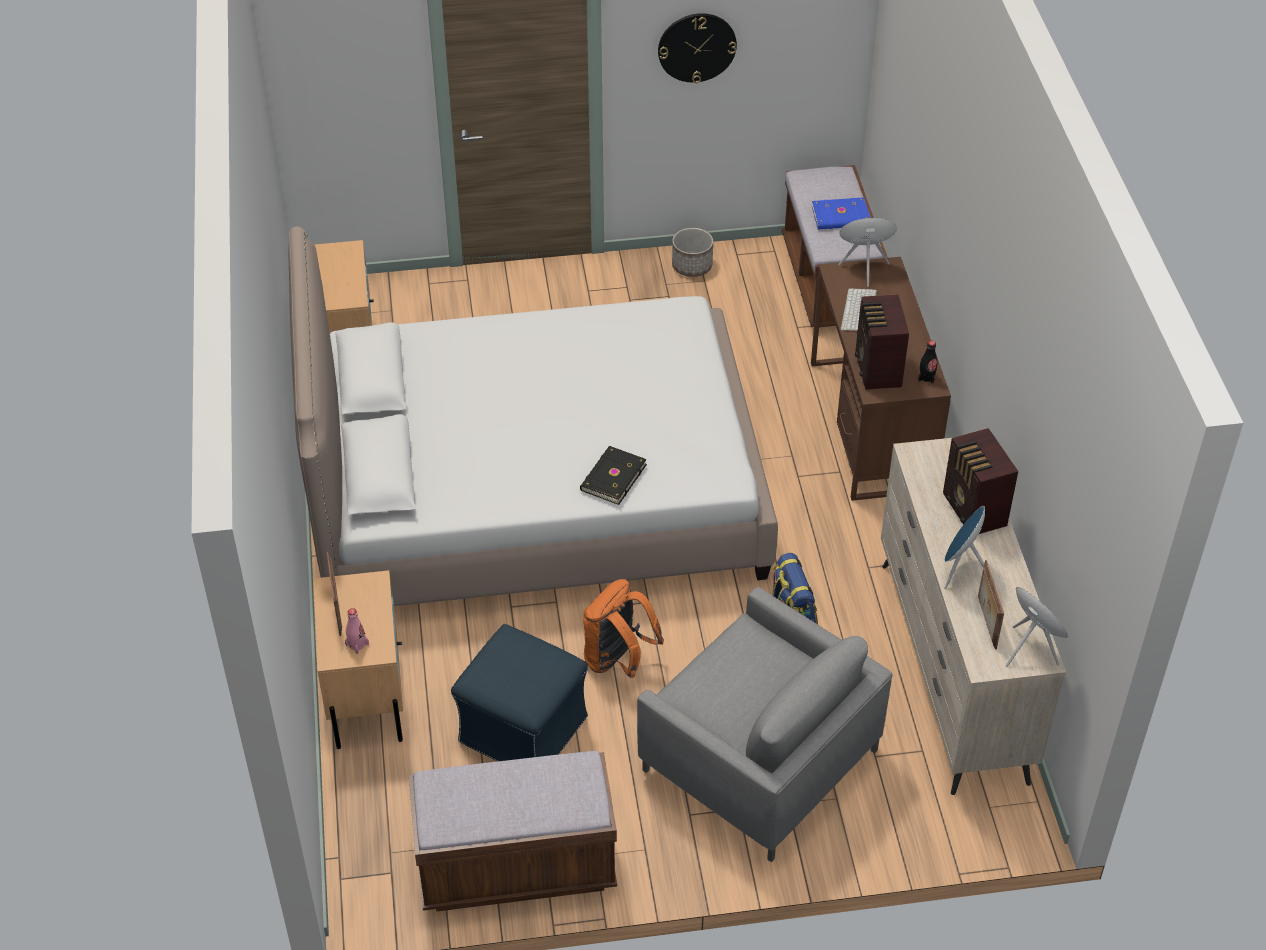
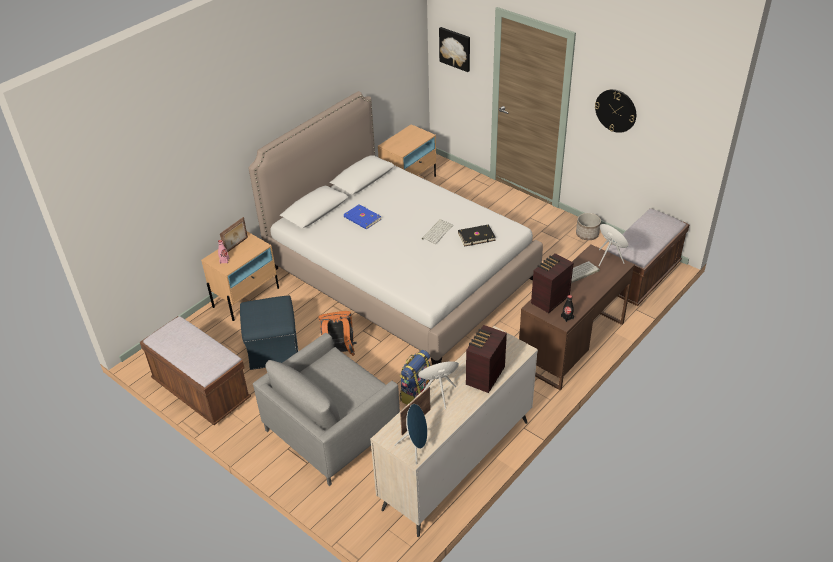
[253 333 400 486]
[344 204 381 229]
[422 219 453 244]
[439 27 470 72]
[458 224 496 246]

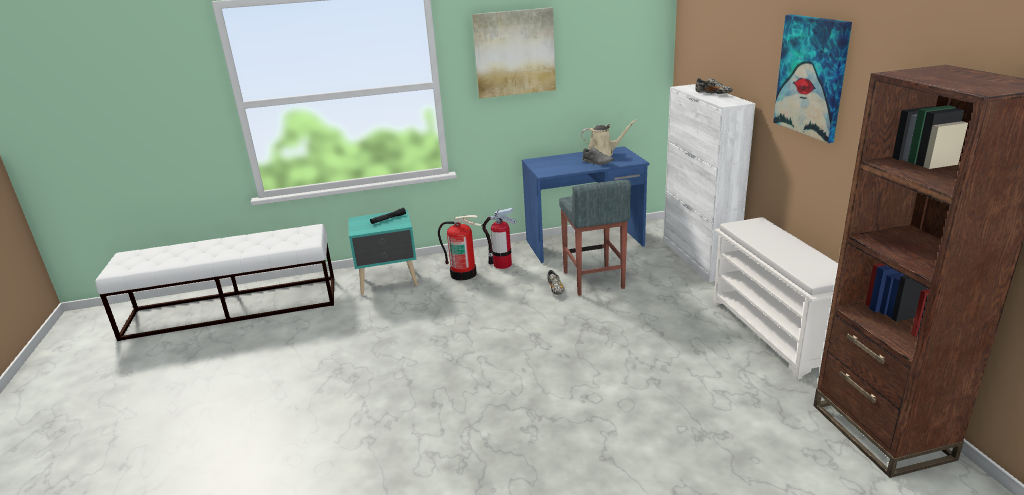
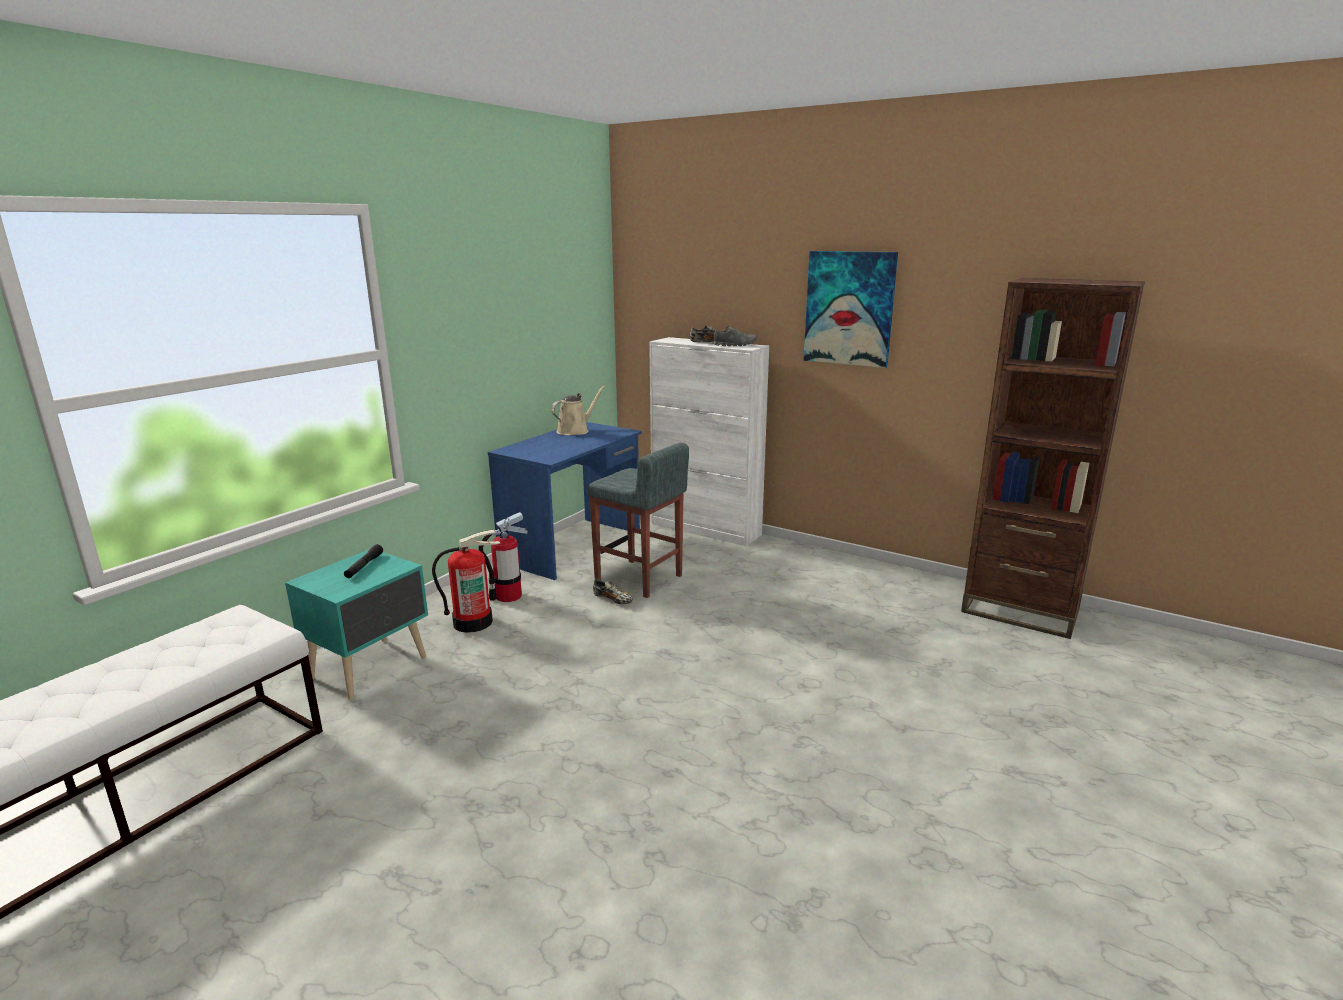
[713 325 757 346]
[472 7 556 98] (first image)
[713 217 838 379] (first image)

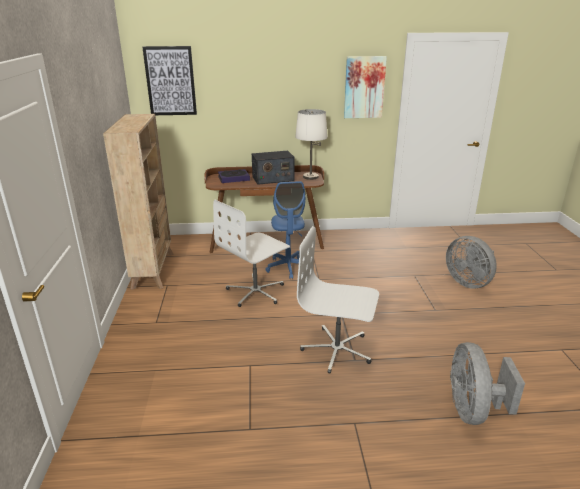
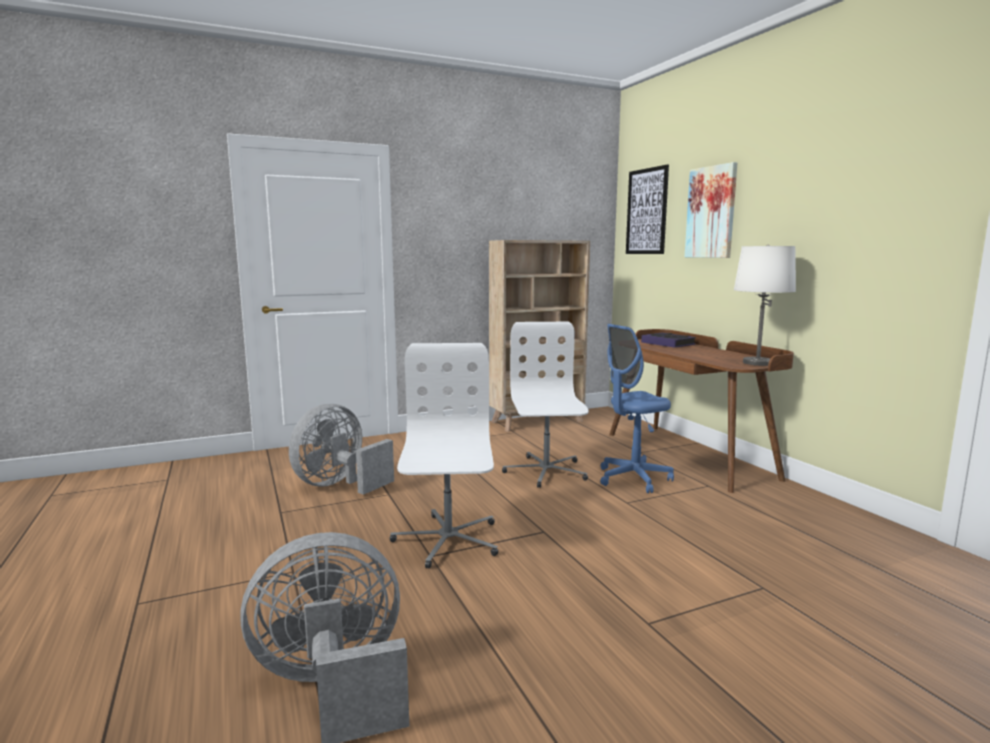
[289 404 394 495]
[502 322 589 488]
[685 162 737 258]
[252 151 294 185] (first image)

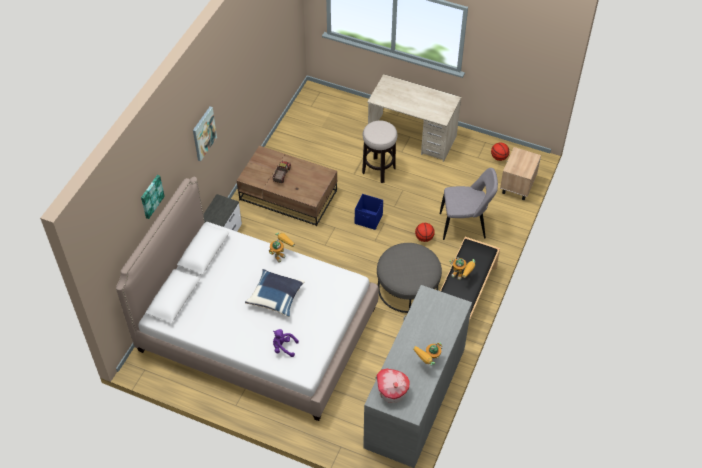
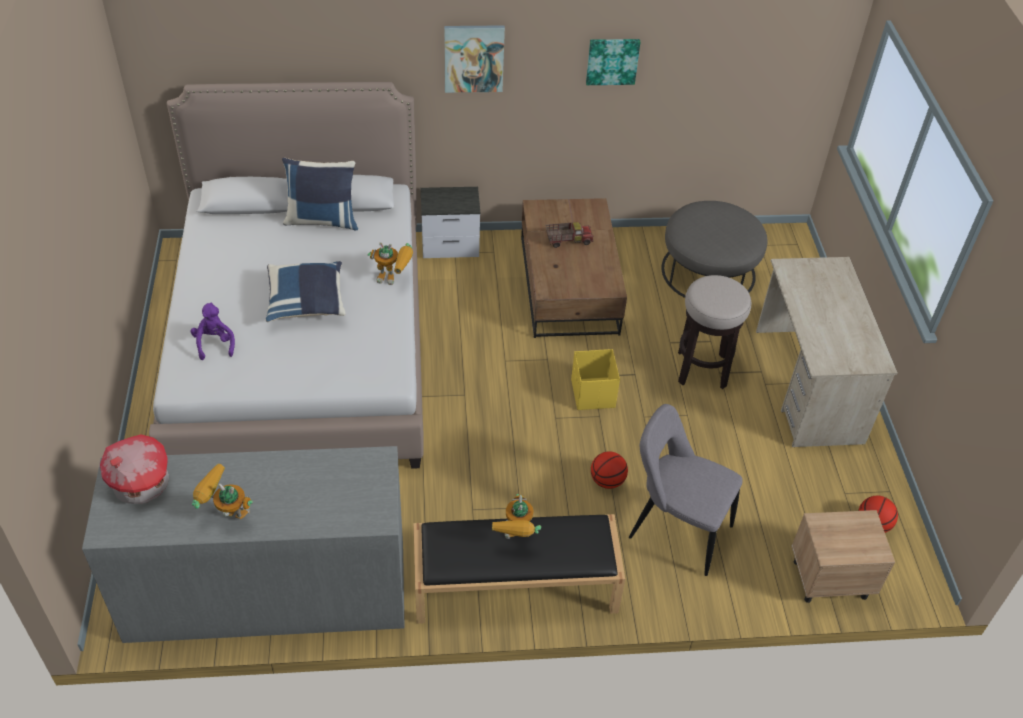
[282 158 358 230]
[571 349 620 410]
[586 39 640 85]
[629 404 743 576]
[661 201 767 298]

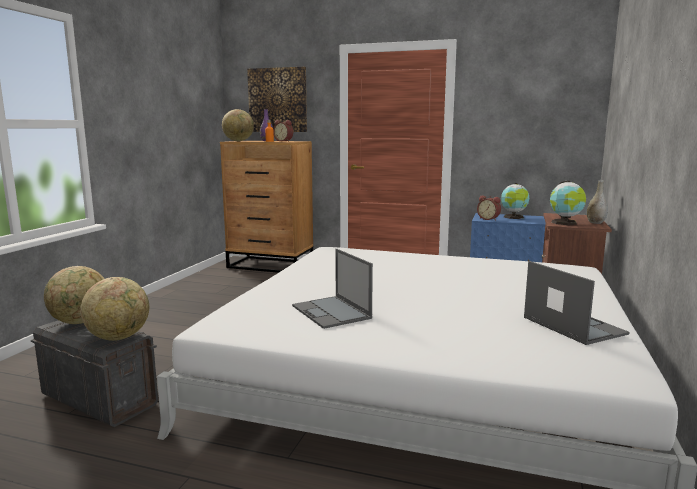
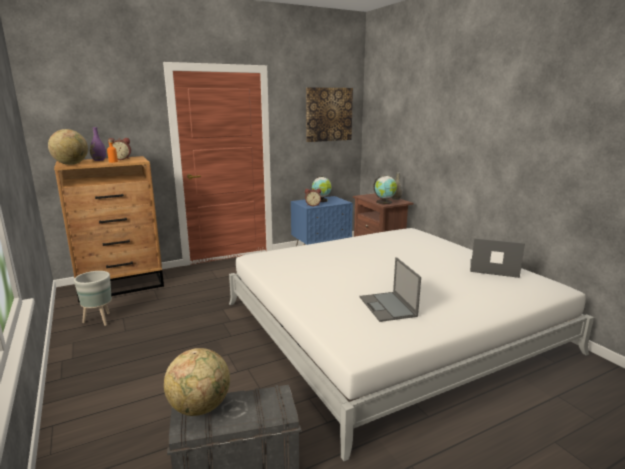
[74 271 112 326]
[306 87 353 142]
[360 257 421 322]
[80 277 149 341] (first image)

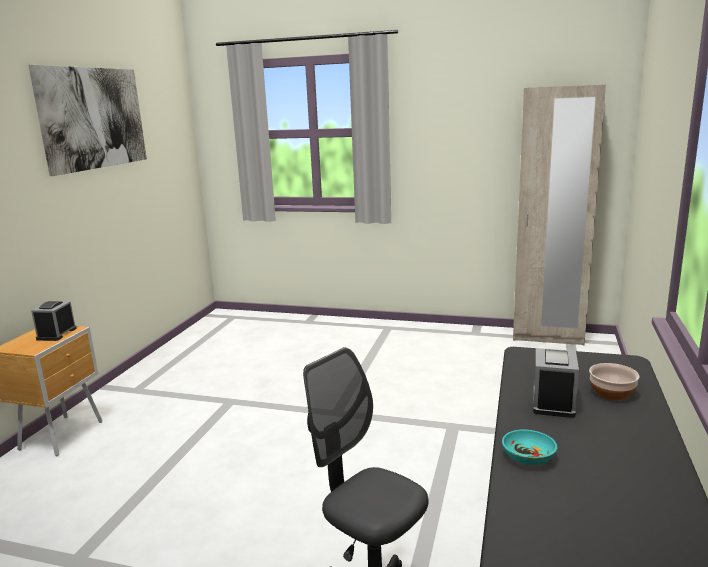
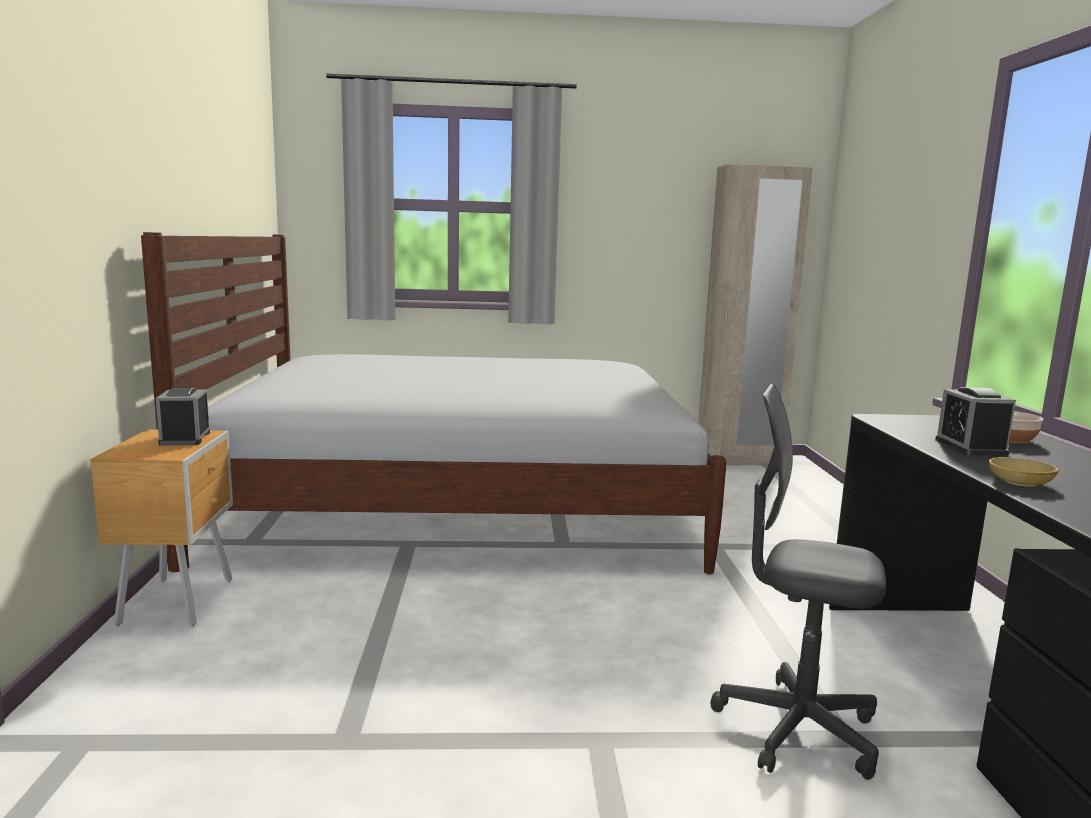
[141 232 727 574]
[989 457 1059 487]
[28 65 147 176] (first image)

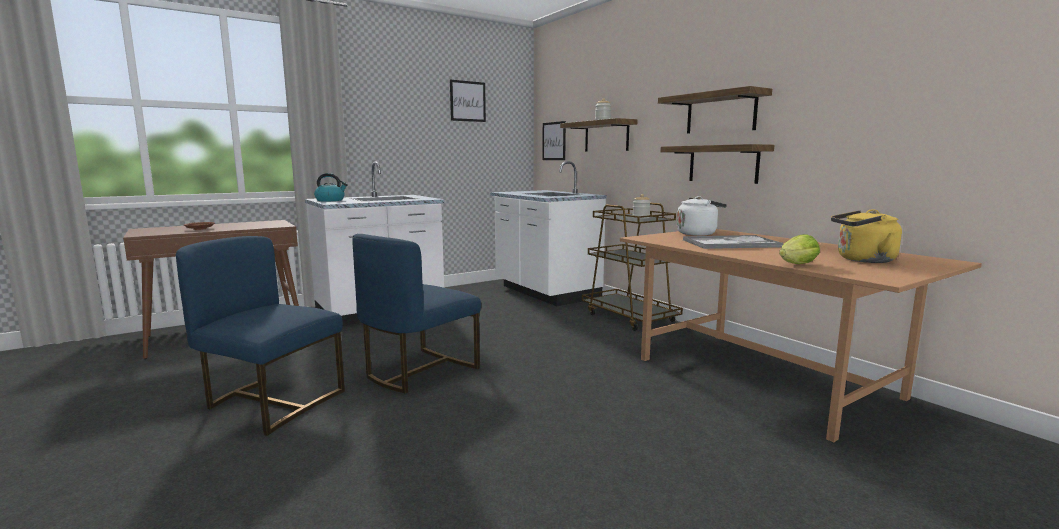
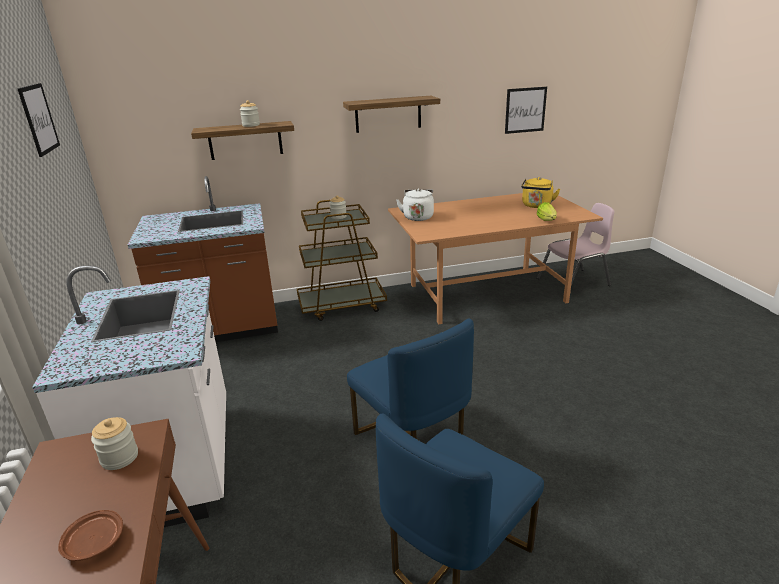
[91 417 138 470]
[128 176 278 342]
[505 87 547 134]
[537 203 615 286]
[314 173 348 201] (first image)
[660 144 774 184] (first image)
[683 235 783 249] (first image)

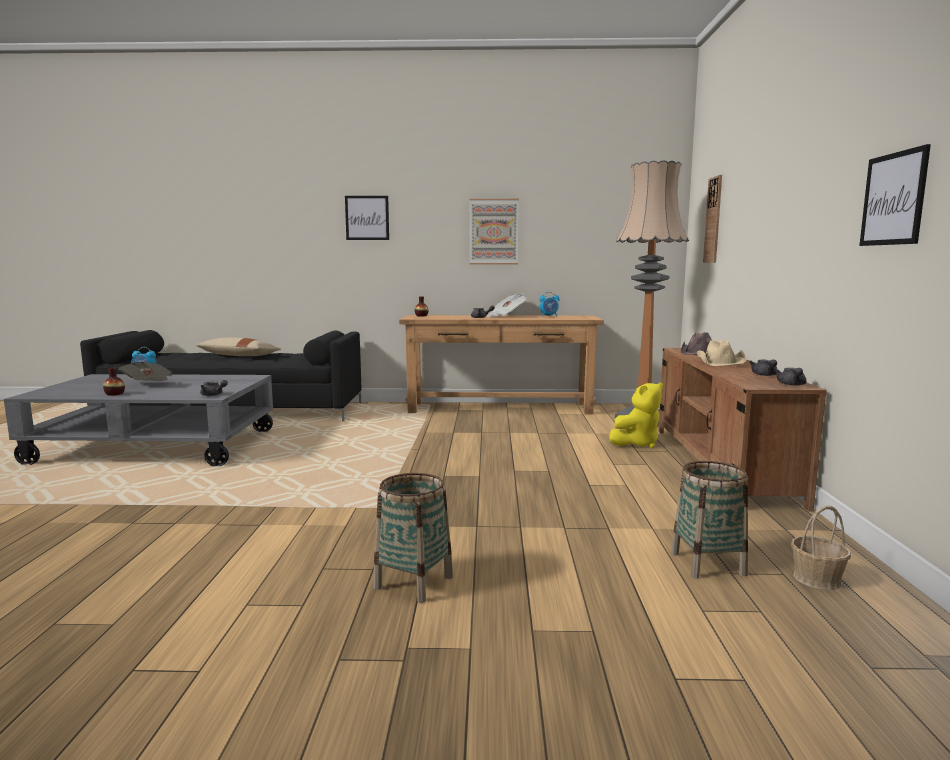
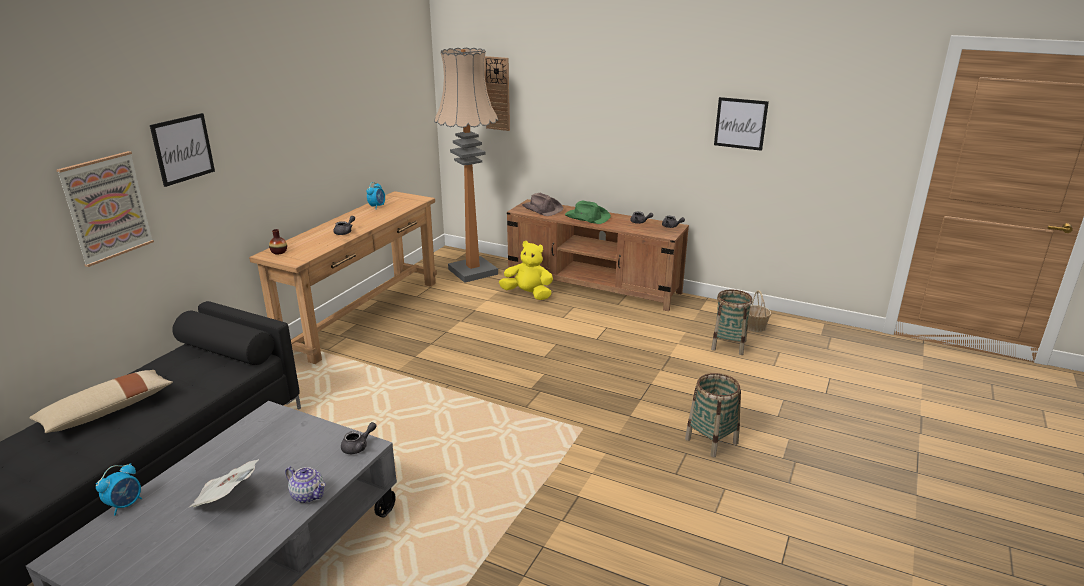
[56 151 154 267]
[285 466 326 503]
[499 241 553 300]
[565 201 611 224]
[103 368 125 396] (first image)
[487 293 526 317] (first image)

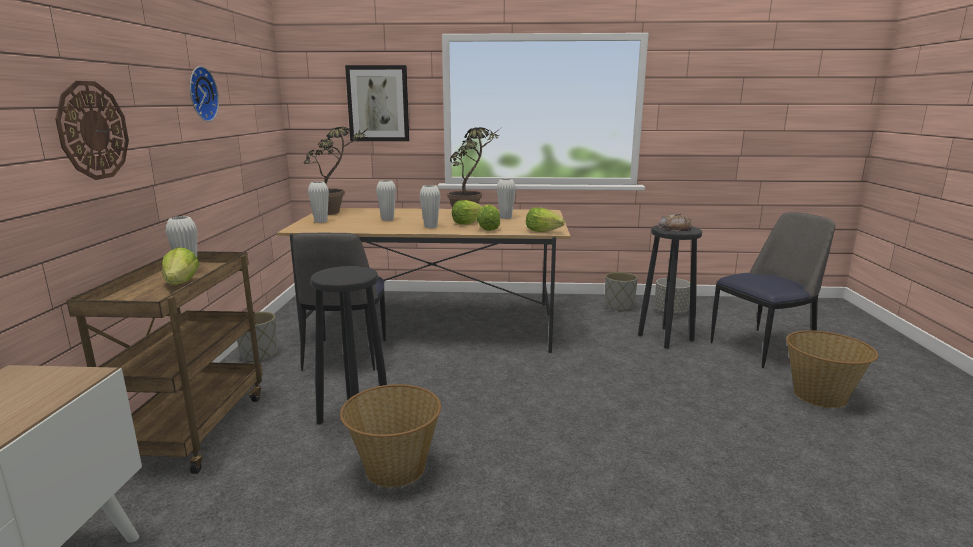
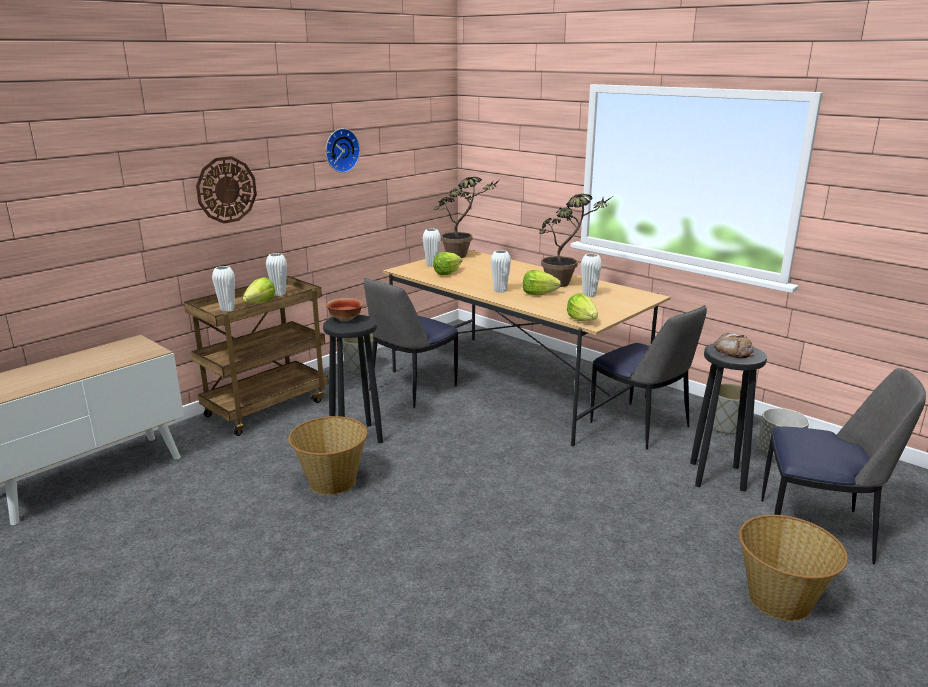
[212 266 235 311]
[326 298 363 322]
[433 252 462 275]
[590 305 707 450]
[345 65 409 141] (first image)

